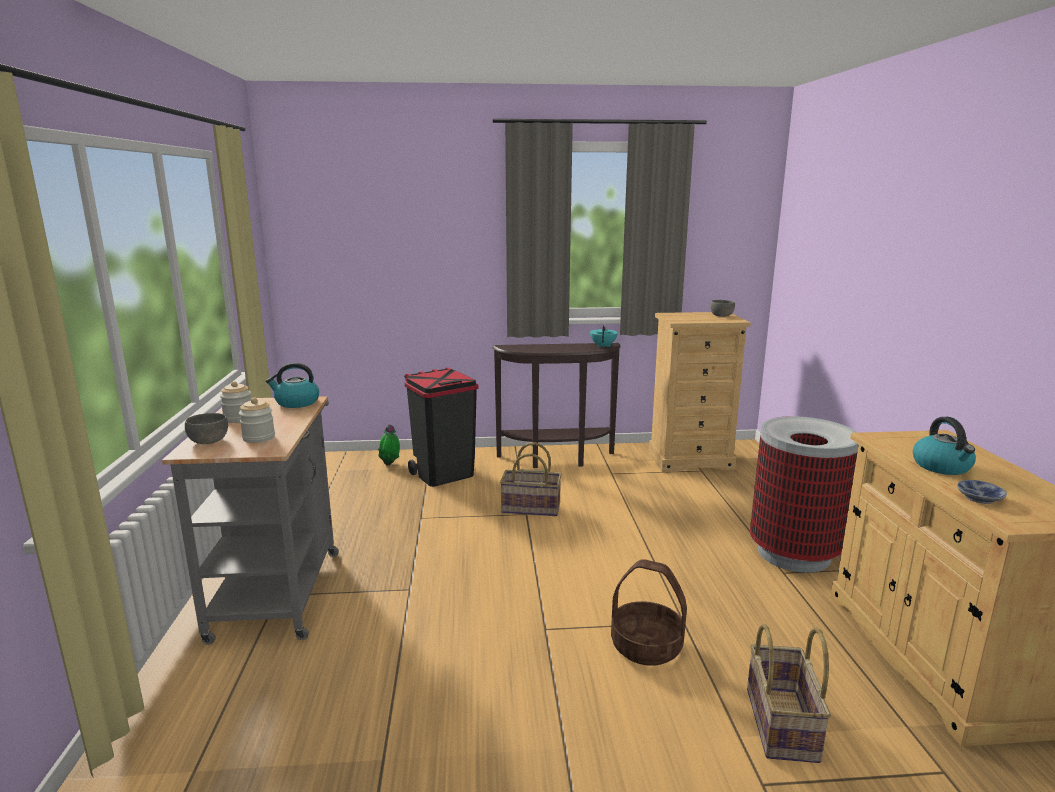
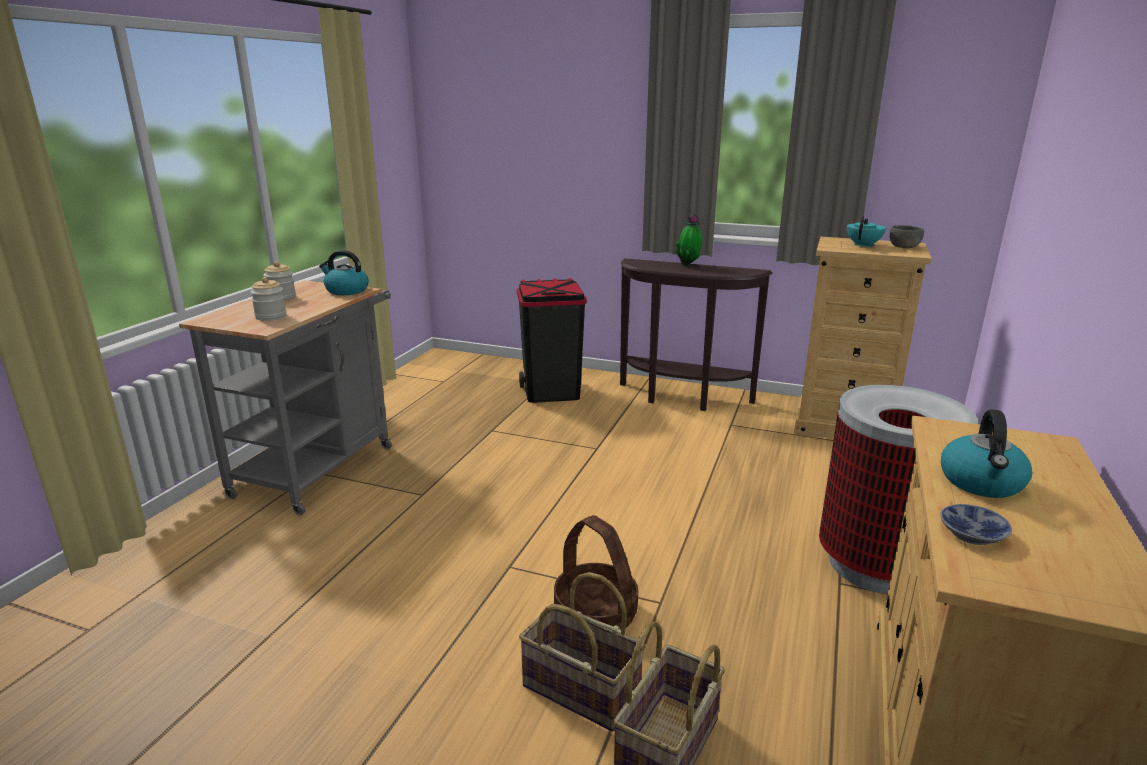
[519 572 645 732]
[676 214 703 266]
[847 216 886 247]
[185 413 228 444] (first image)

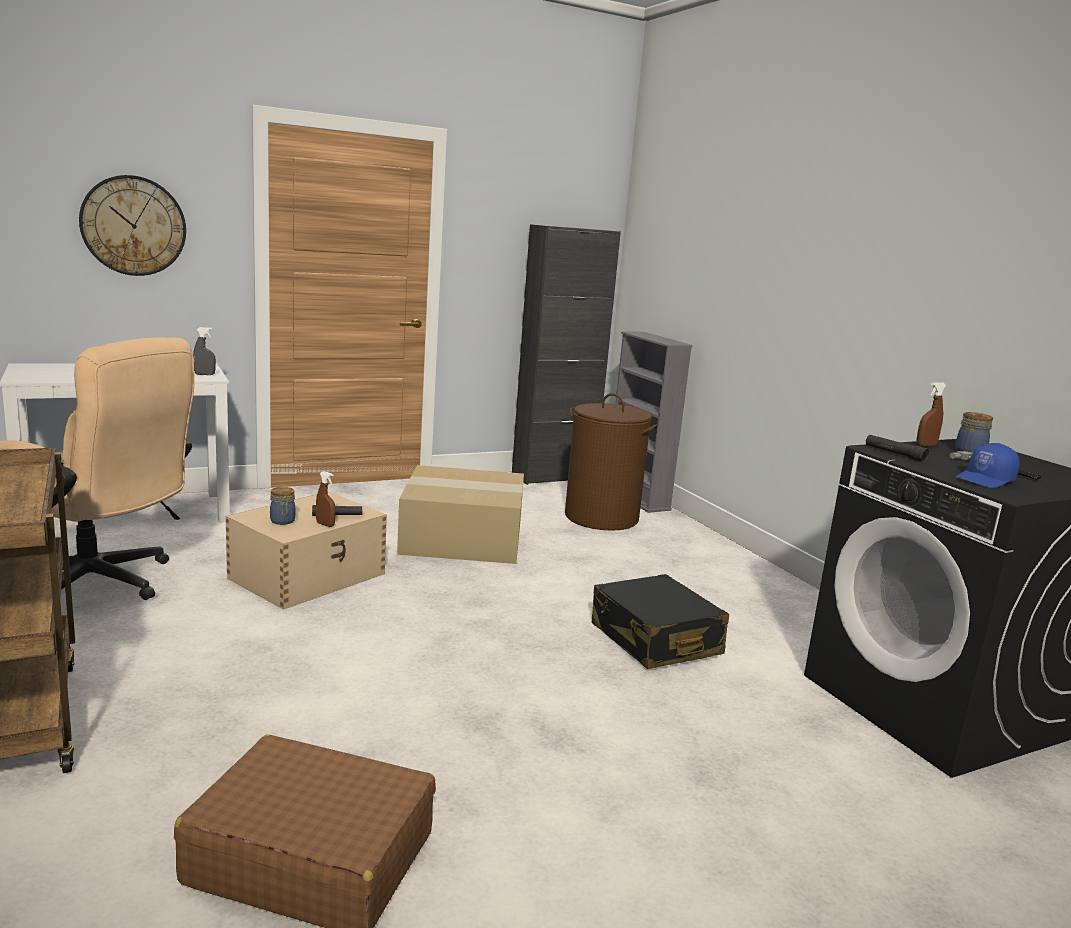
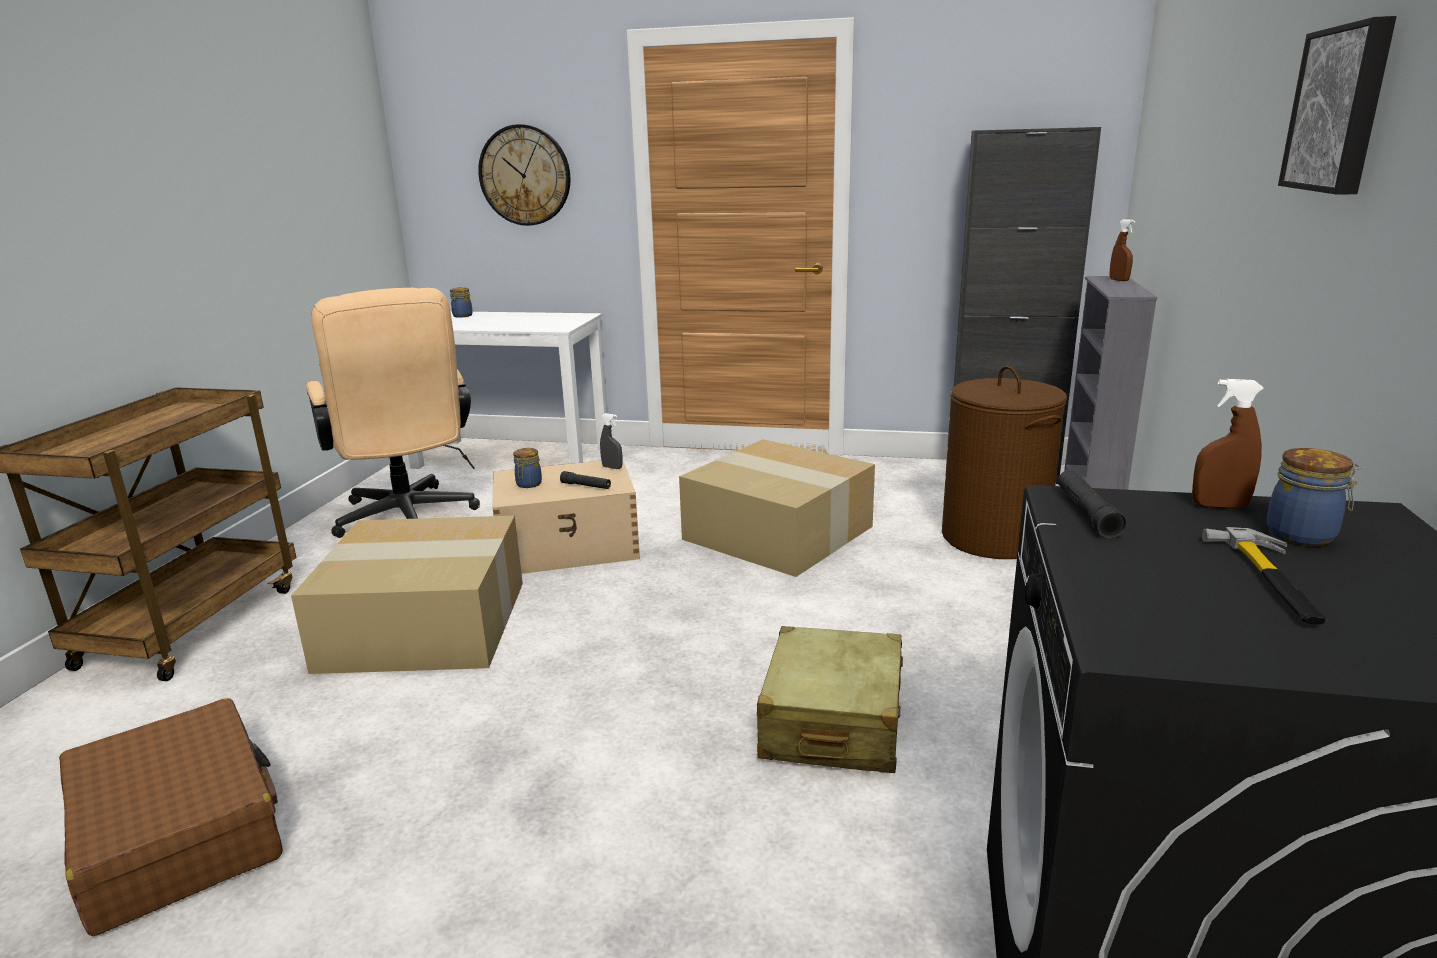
[291 516 523 674]
[450 287 473 318]
[600 413 622 469]
[757 626 903 773]
[1109 219 1135 281]
[1278 16 1396 195]
[956 443 1019 488] (first image)

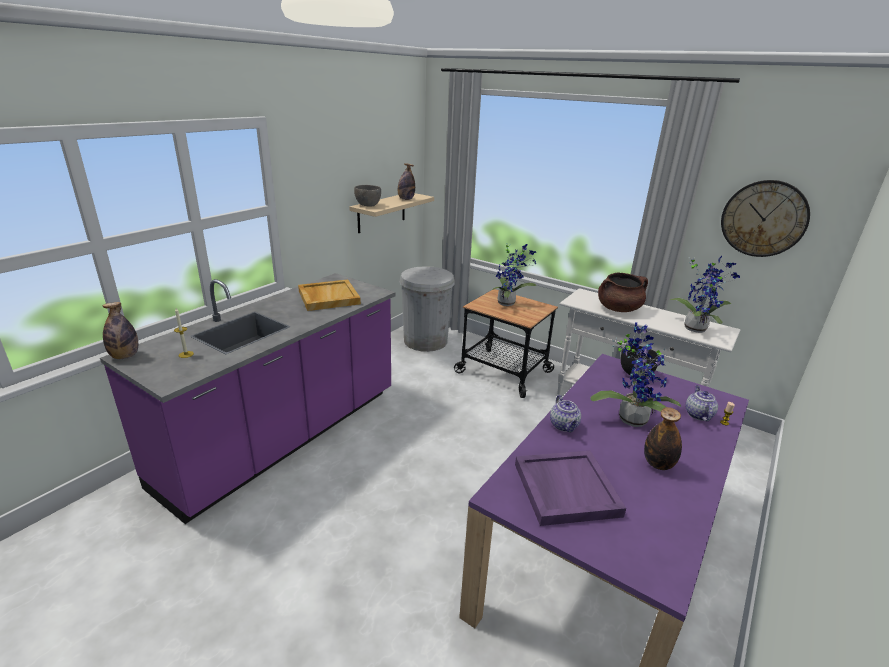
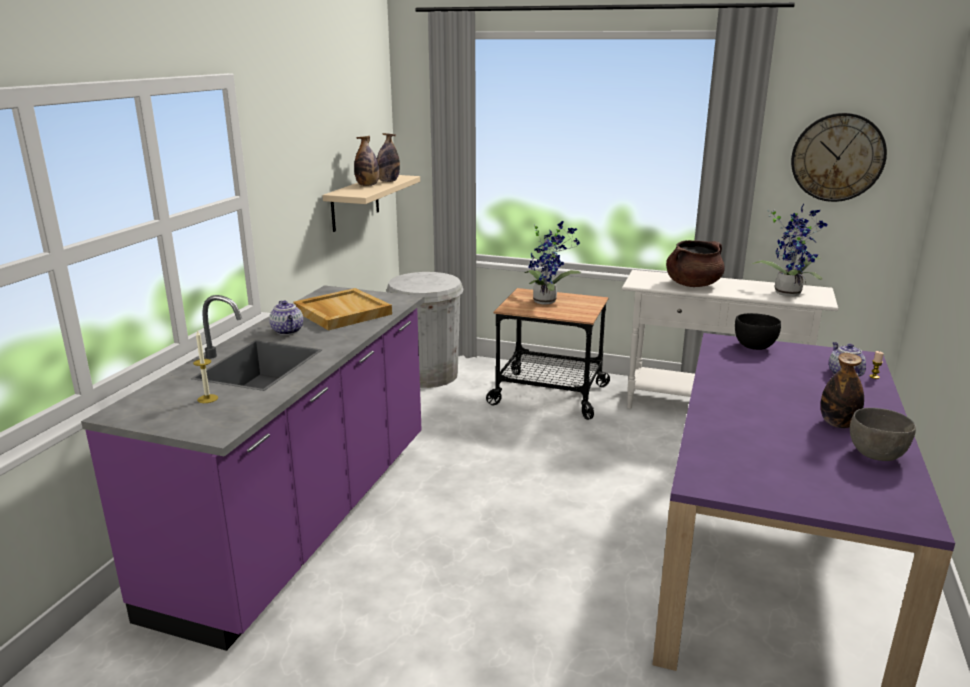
[269 300 303 335]
[354 136 379 186]
[850 408 916 461]
[515 451 626 526] (first image)
[590 322 681 427] (first image)

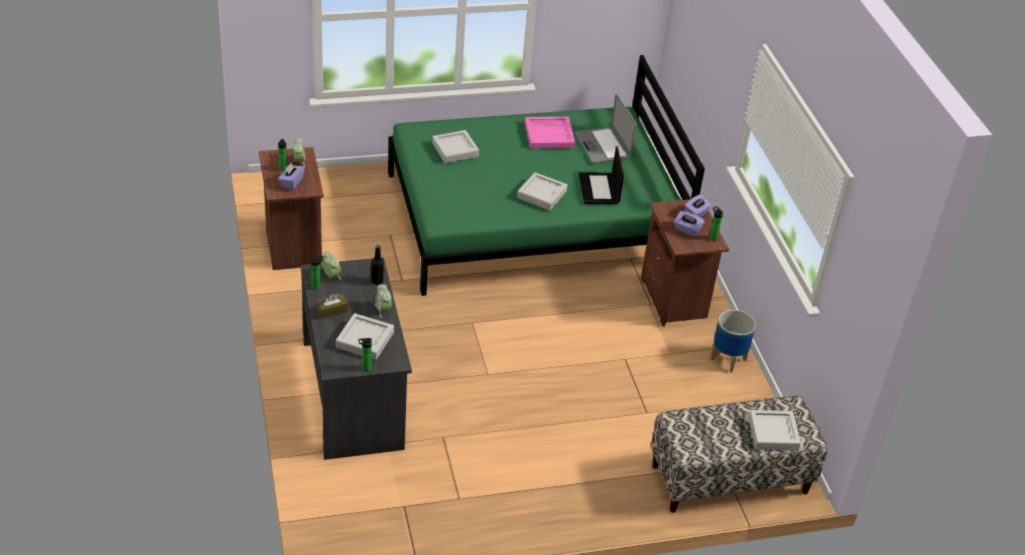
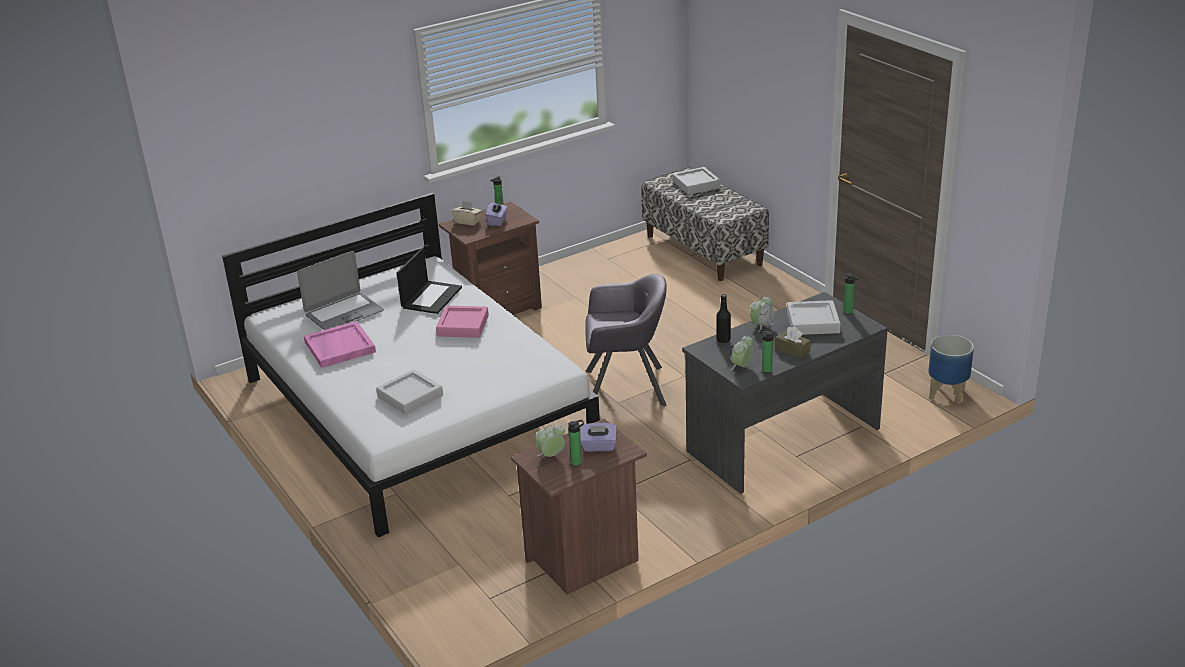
[222 193 600 537]
[397 248 462 314]
[436 306 489 338]
[451 201 482 226]
[585 273 667 406]
[928 335 974 404]

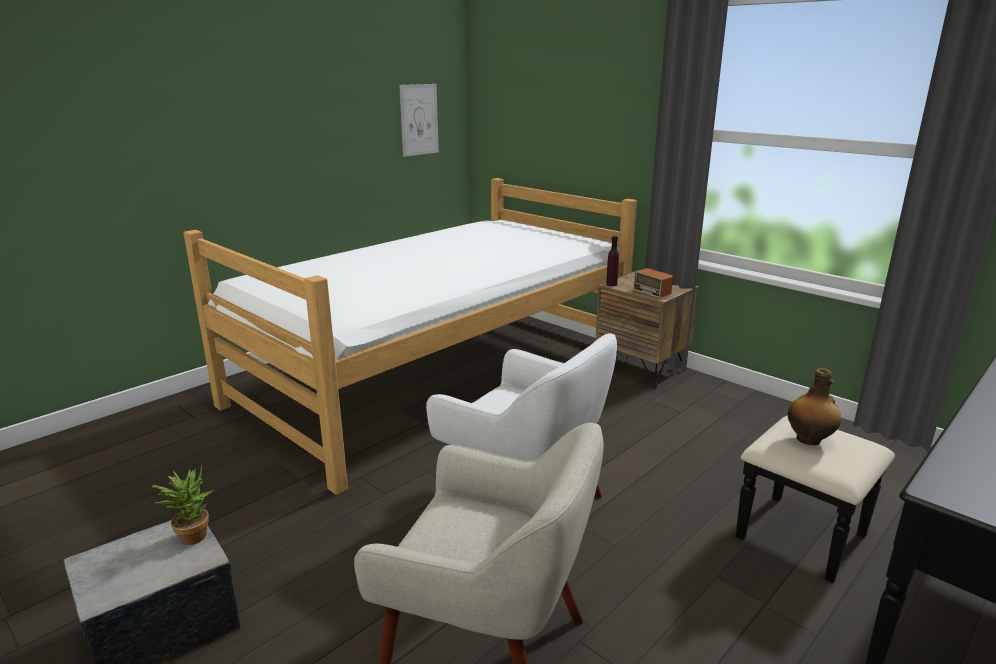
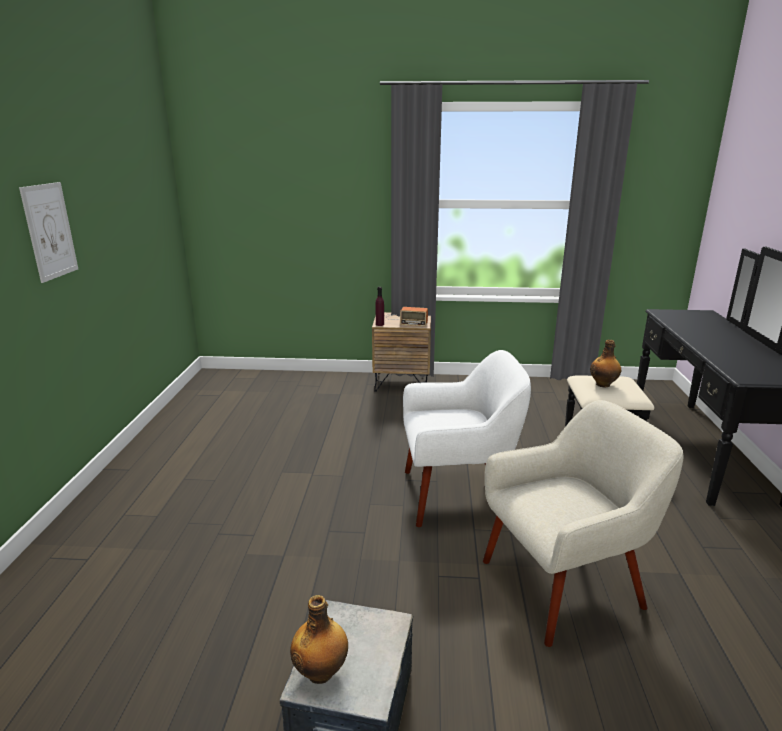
[19 182 78 283]
[290 595 348 684]
[152 464 213 545] (first image)
[184 178 637 495] (first image)

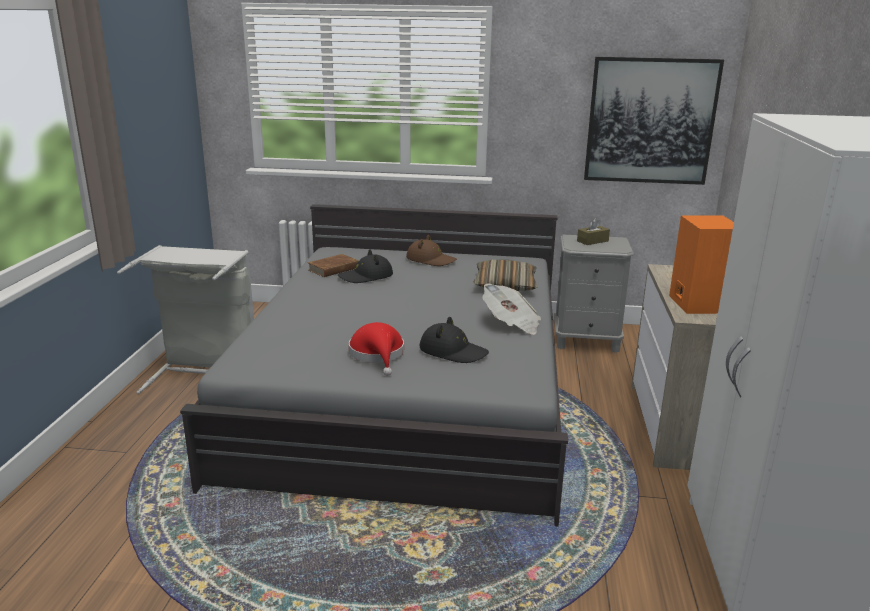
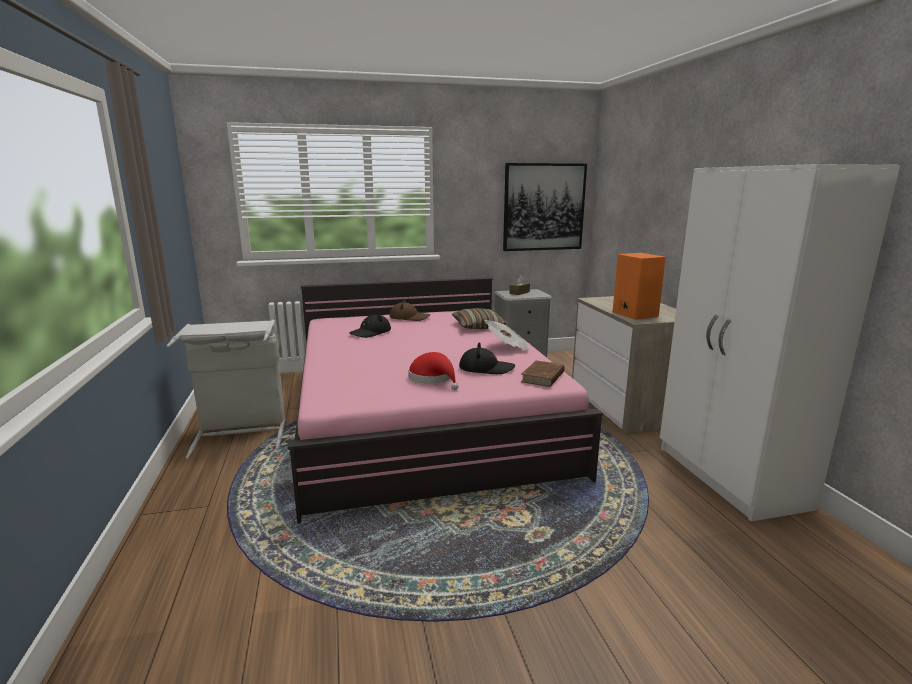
[288 277 603 524]
[521 360 564 387]

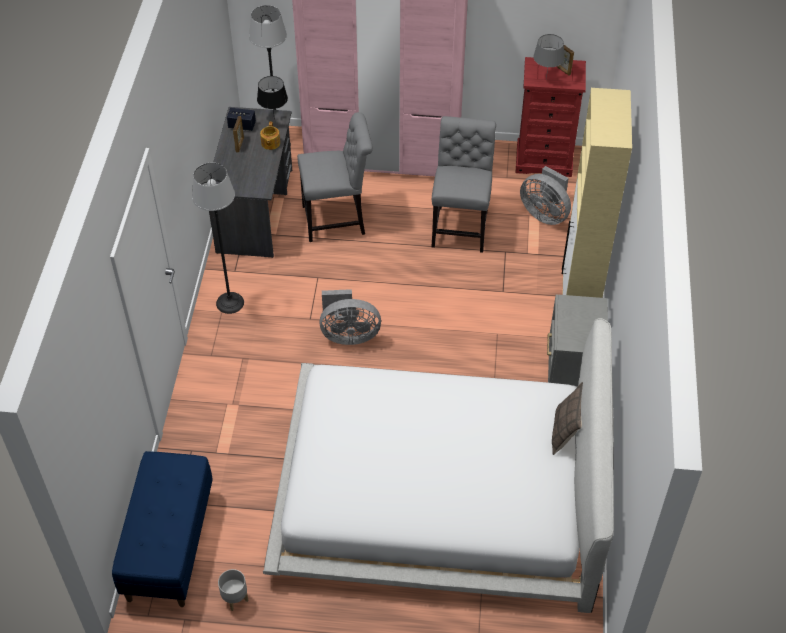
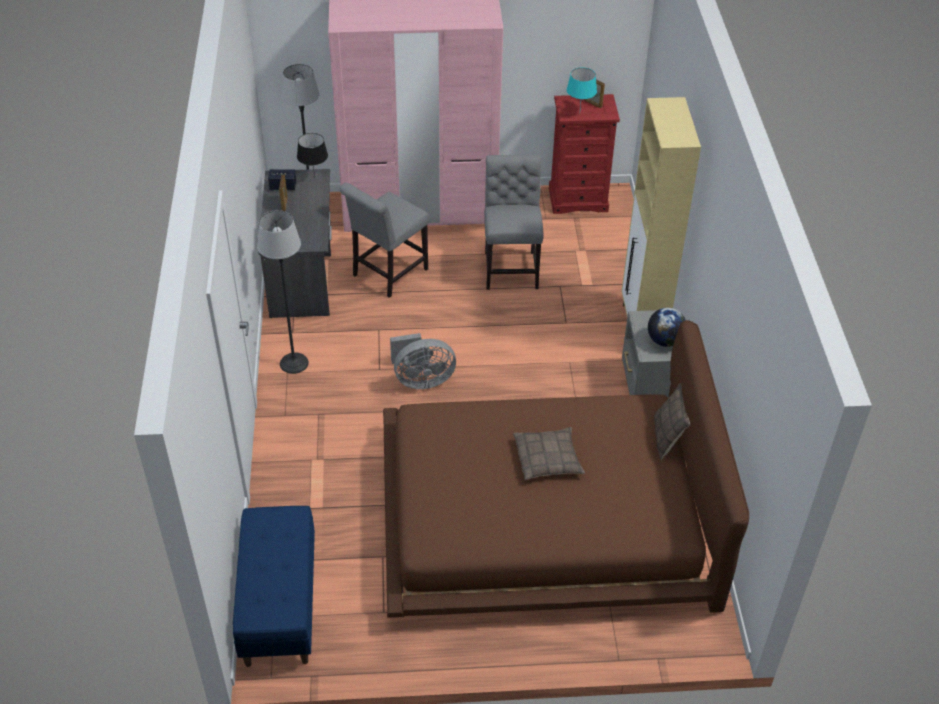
[340 183 429 298]
[383 320 749 618]
[513 427 585 480]
[567 67 597 108]
[648 308 686 347]
[218 569 248 611] (first image)
[260 122 280 150] (first image)
[520 166 571 225] (first image)

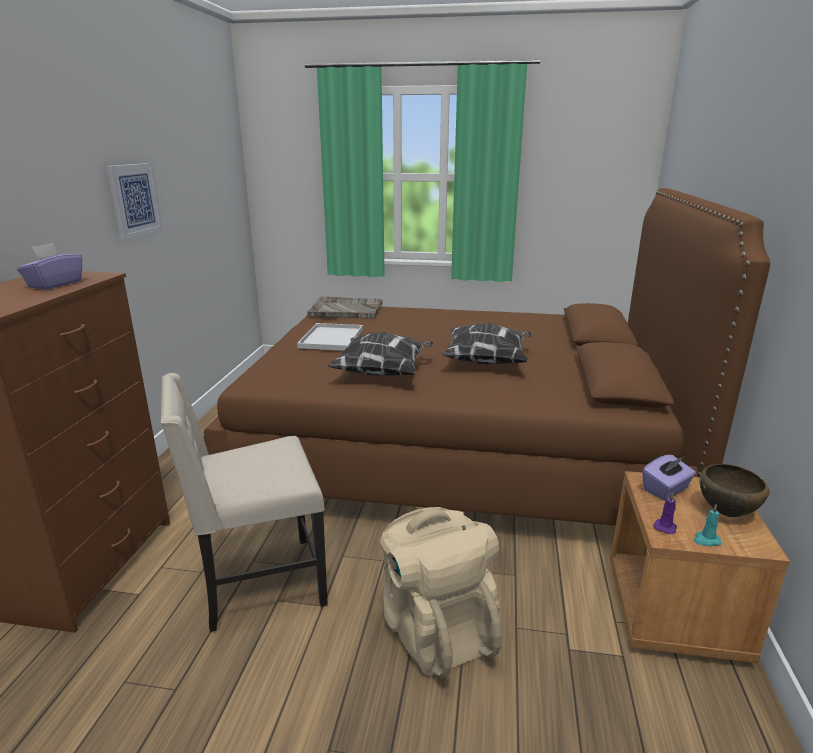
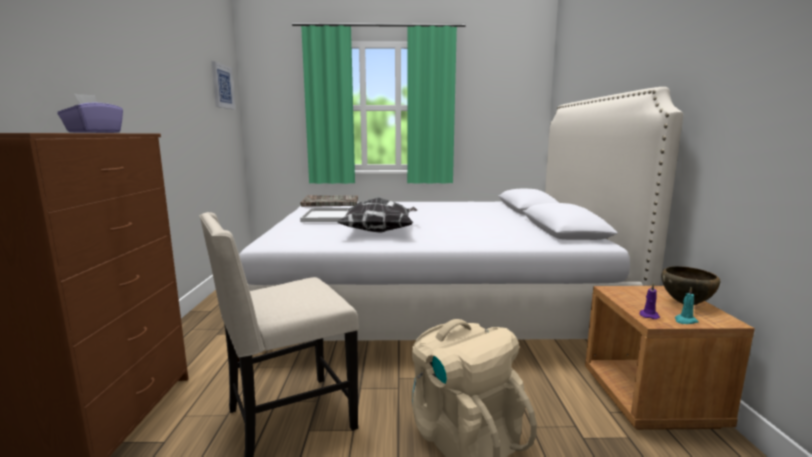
[211 61 235 109]
[238 87 683 362]
[442 323 532 364] (first image)
[642 455 696 501] (first image)

